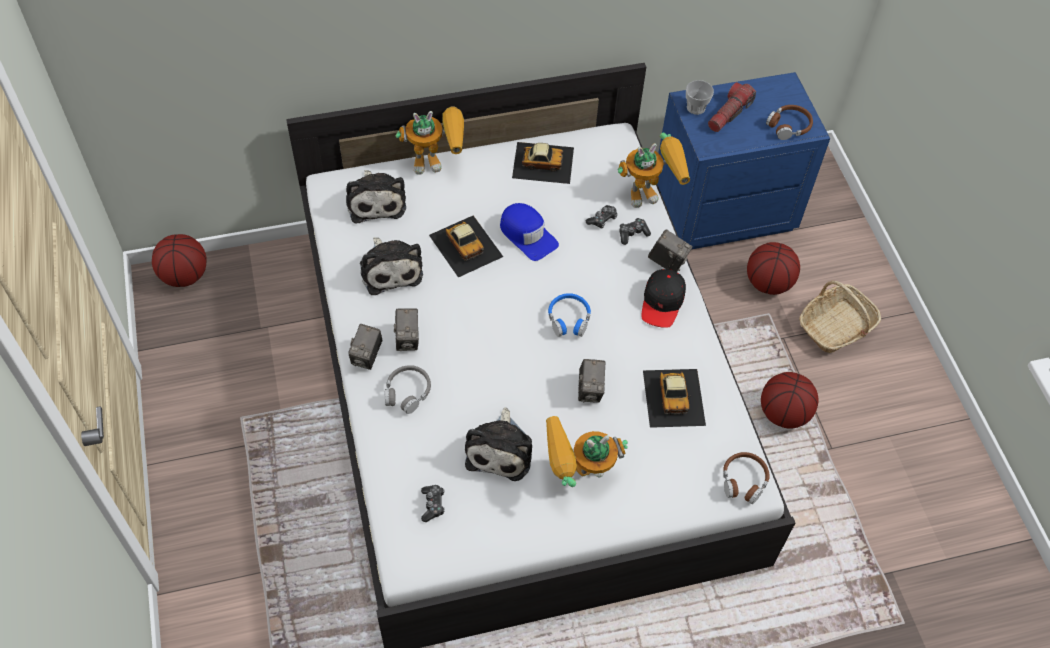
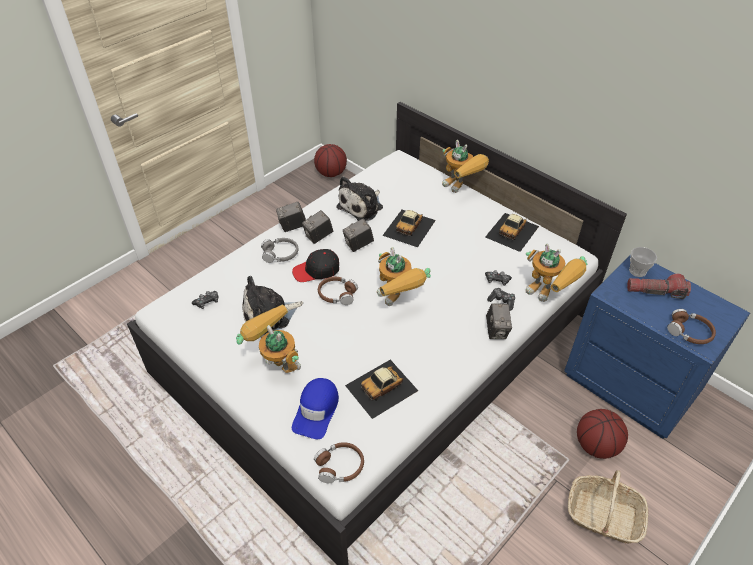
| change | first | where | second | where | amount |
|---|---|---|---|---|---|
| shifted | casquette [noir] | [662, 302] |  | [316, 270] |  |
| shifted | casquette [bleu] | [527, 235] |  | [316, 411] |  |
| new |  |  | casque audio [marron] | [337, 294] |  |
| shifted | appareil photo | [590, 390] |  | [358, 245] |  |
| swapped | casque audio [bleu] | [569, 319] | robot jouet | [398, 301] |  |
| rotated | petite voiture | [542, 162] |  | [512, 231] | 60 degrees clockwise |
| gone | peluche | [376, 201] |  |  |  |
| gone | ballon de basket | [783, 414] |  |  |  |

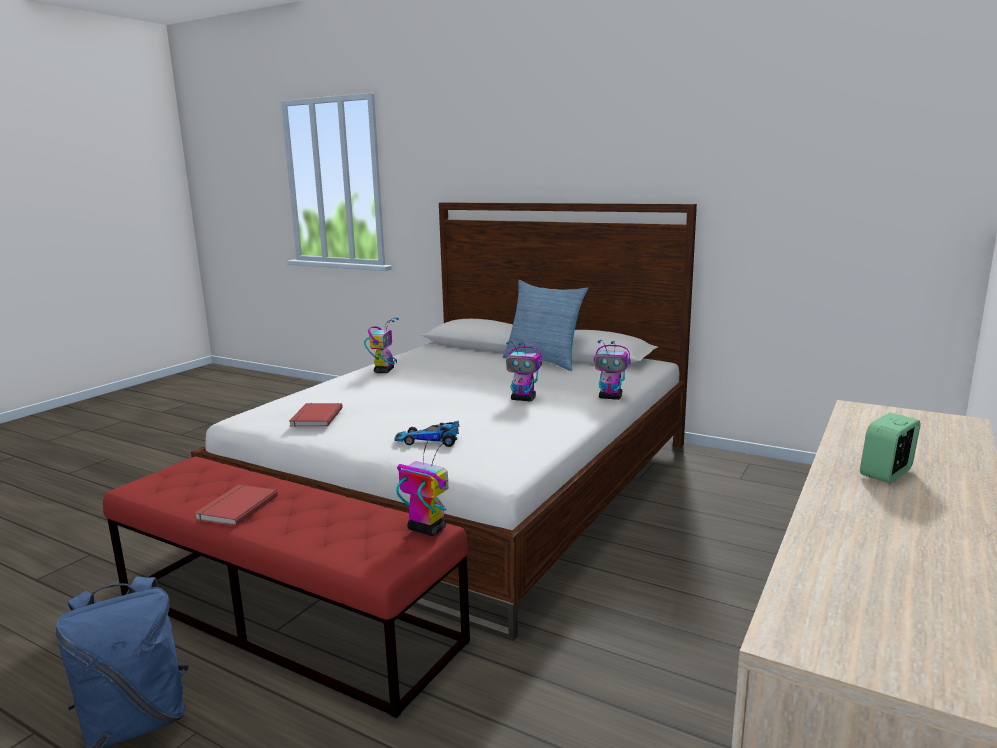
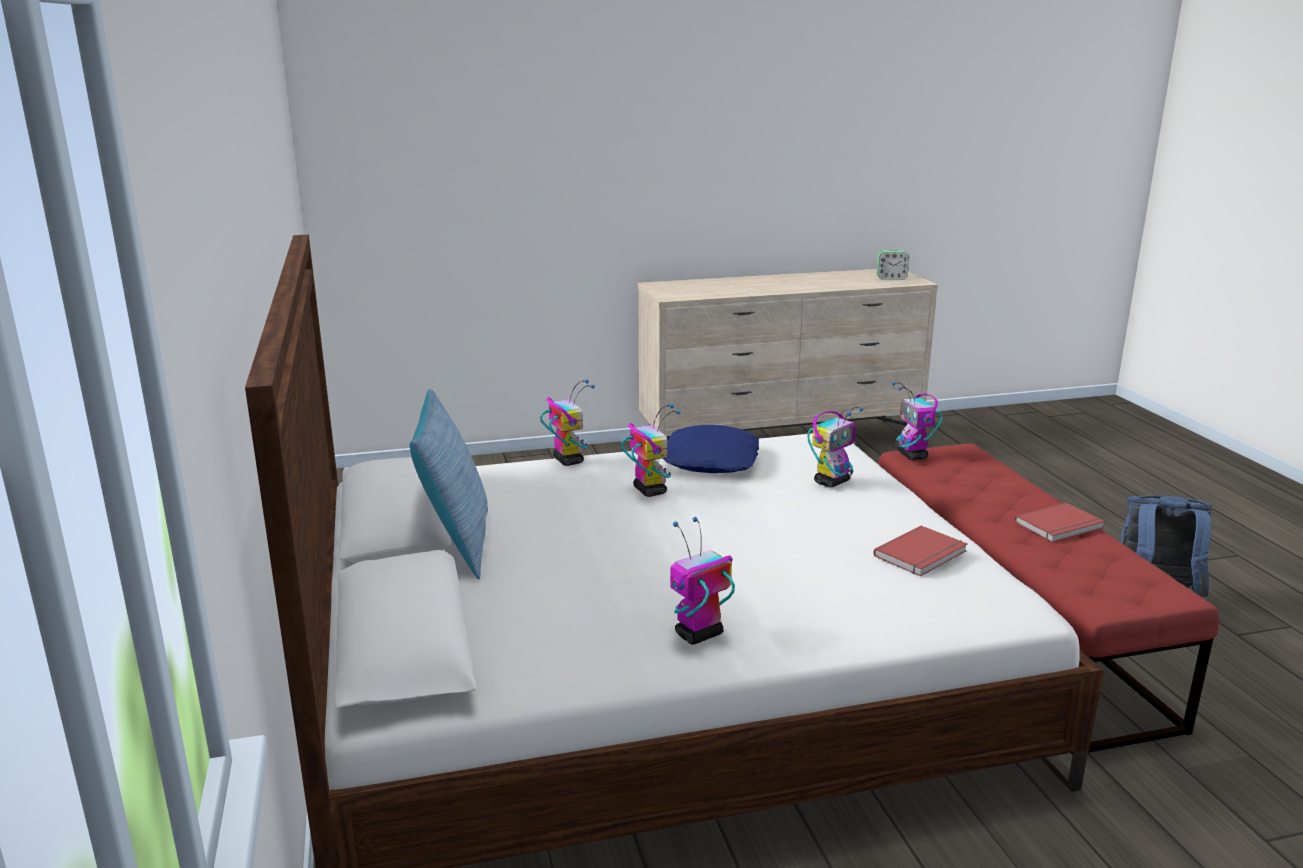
| change | first | where | second | where | amount |
|---|---|---|---|---|---|
| new |  |  | coussin [bleu] | [712, 461] |  |
| swapped | petite voiture | [429, 440] | robot jouet | [832, 482] |  |
| shifted | réveil | [886, 473] |  | [891, 278] |  |

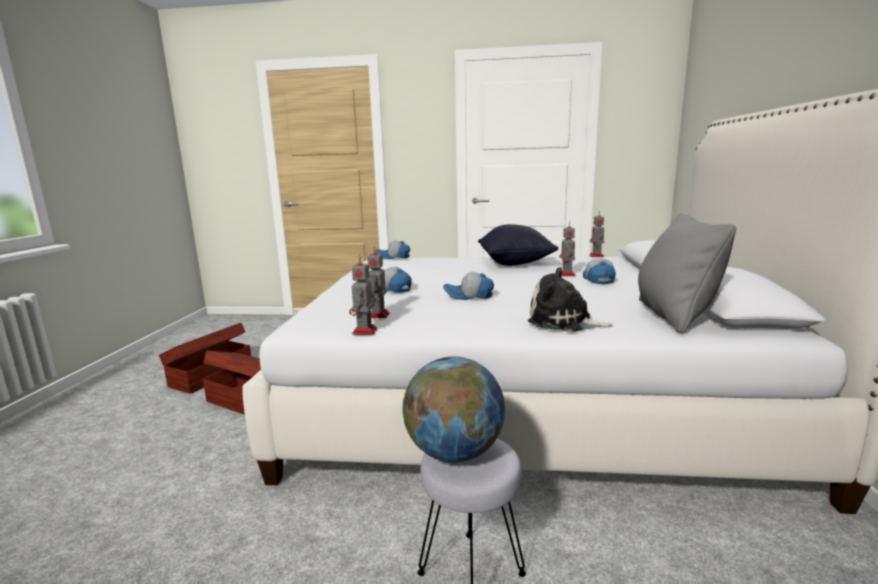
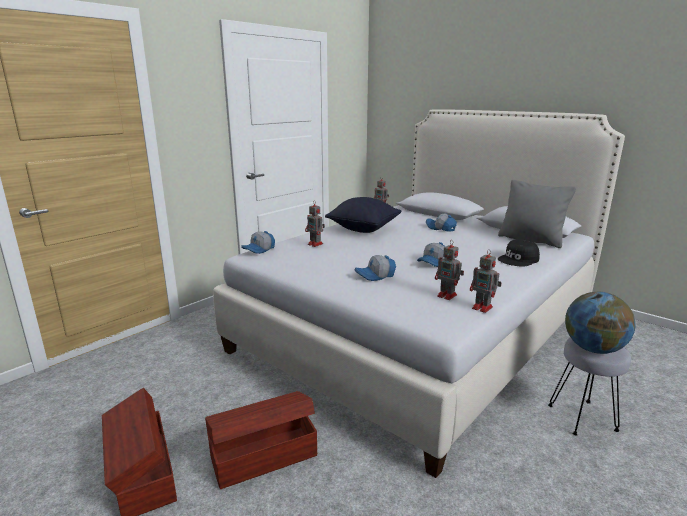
| change | first | where | second | where | amount |
|---|---|---|---|---|---|
| shifted | robot jouet | [567, 275] |  | [316, 244] |  |
| swapped | peluche | [564, 322] | casquette [noir] | [519, 259] |  |

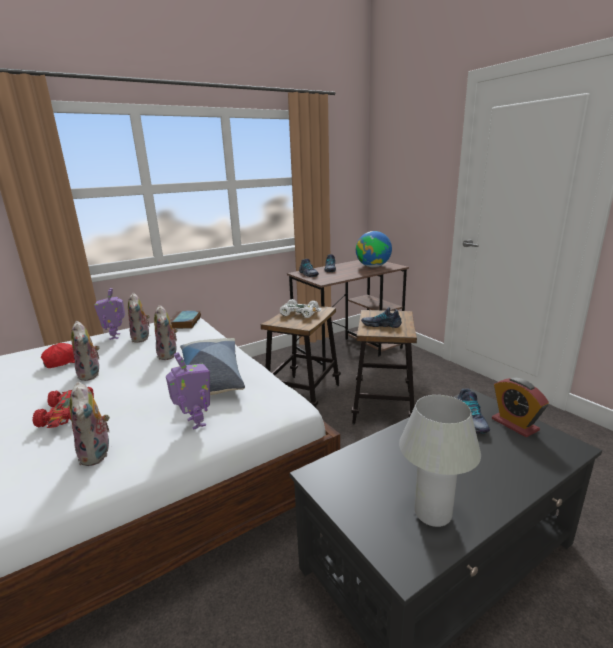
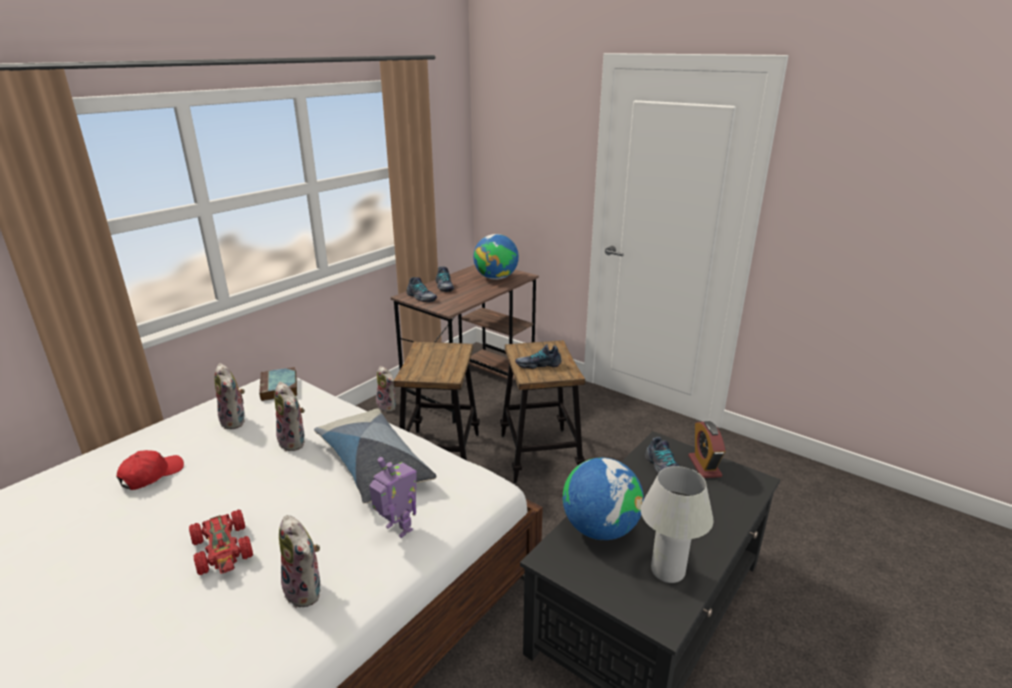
| change | first | where | second | where | amount |
|---|---|---|---|---|---|
| shifted | peluche | [91, 375] |  | [388, 406] |  |
| new |  |  | globe | [600, 529] |  |
| rotated | réveil | [514, 424] |  | [704, 466] | 45 degrees clockwise |
| gone | robot jouet | [116, 336] |  |  |  |
| gone | petite voiture [blanc] | [300, 313] |  |  |  |

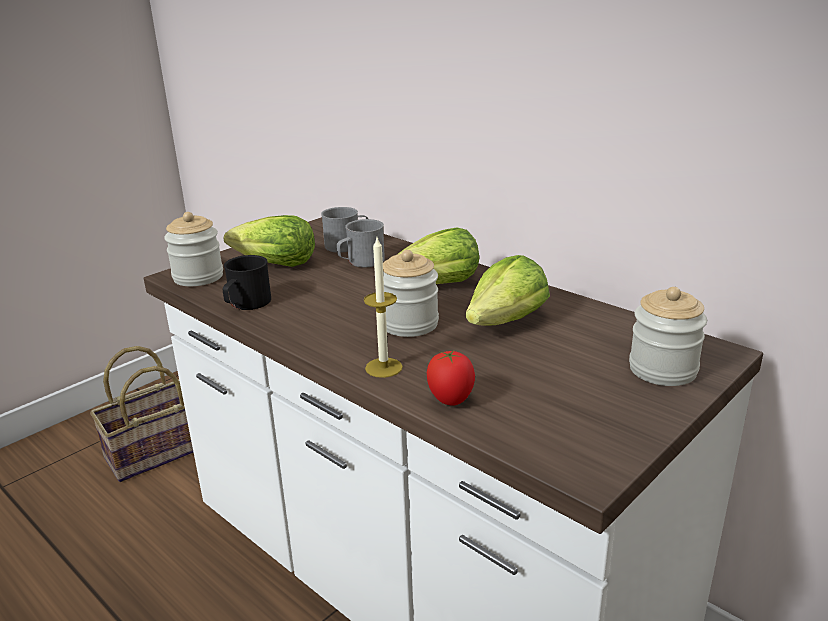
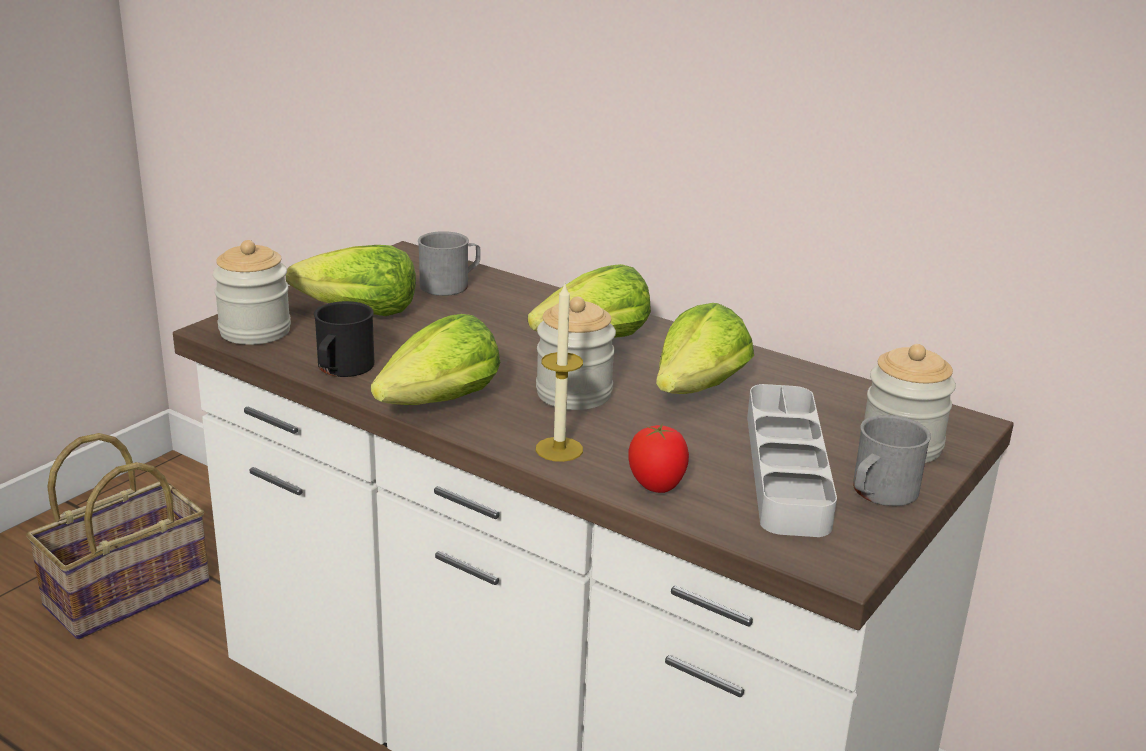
| change | first | where | second | where | amount |
|---|---|---|---|---|---|
| new |  |  | laitue | [441, 402] |  |
| new |  |  | plateau [gris] | [786, 468] |  |
| shifted | mug [gris] | [361, 262] |  | [879, 494] |  |

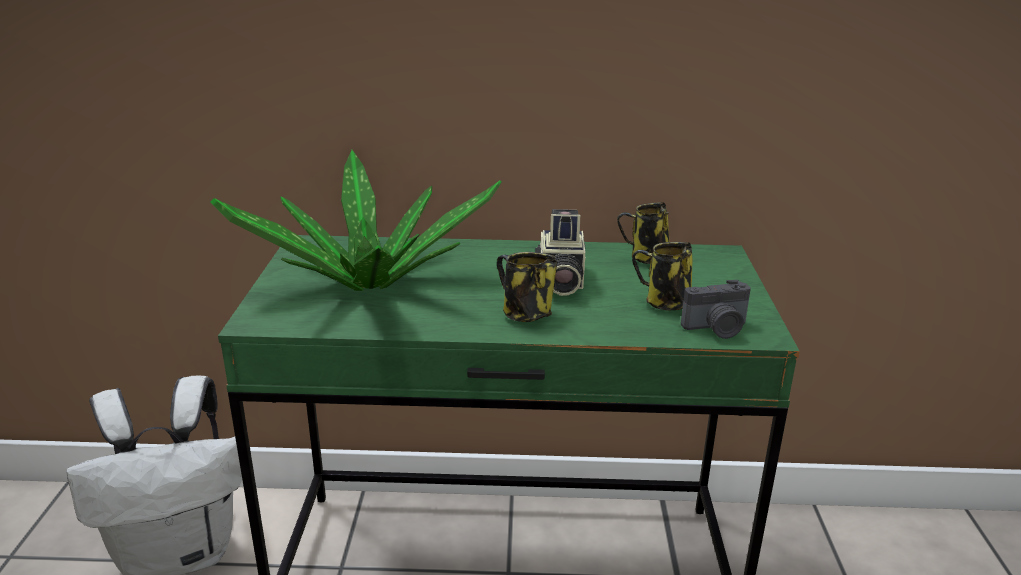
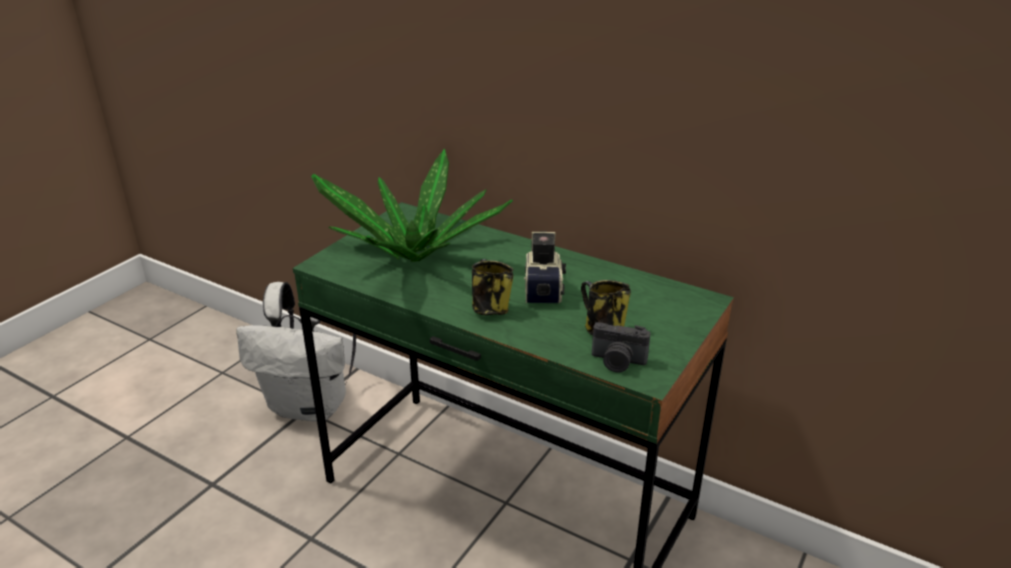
| change | first | where | second | where | amount |
|---|---|---|---|---|---|
| rotated | appareil photo | [559, 281] |  | [544, 289] | 150 degrees clockwise |
| gone | mug | [647, 259] |  |  |  |

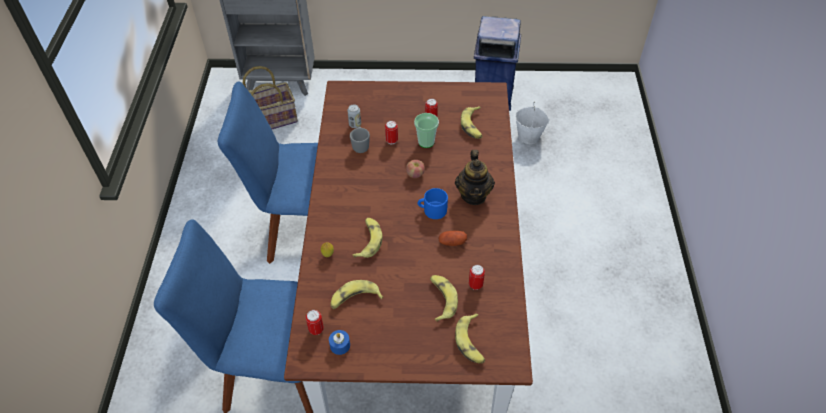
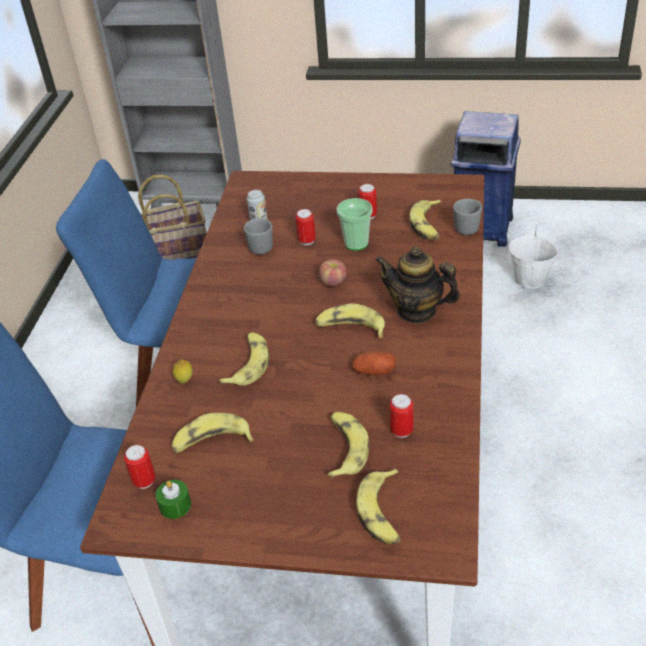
| change | first | where | second | where | amount |
|---|---|---|---|---|---|
| repainted | bougie [bleu] | [340, 345] | bougie [vert] | [175, 505] |  |
| swapped | mug [bleu] | [432, 210] | banane | [350, 328] |  |
| rotated | théière | [474, 195] |  | [416, 311] | 105 degrees clockwise |
| new |  |  | mug [gris] | [469, 227] |  |

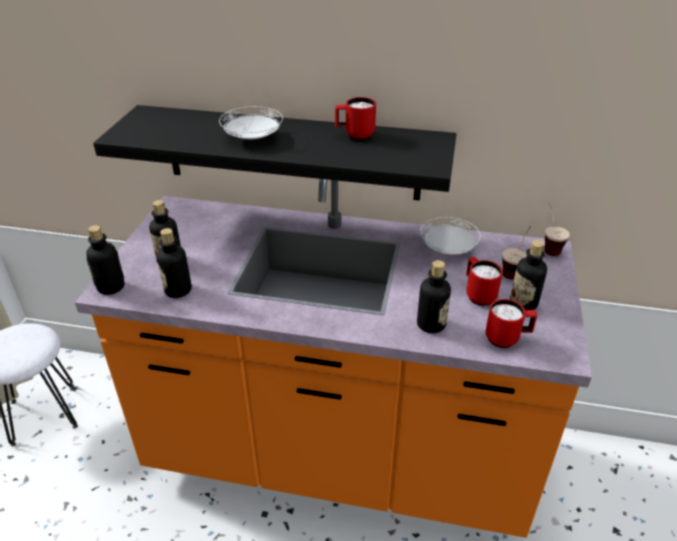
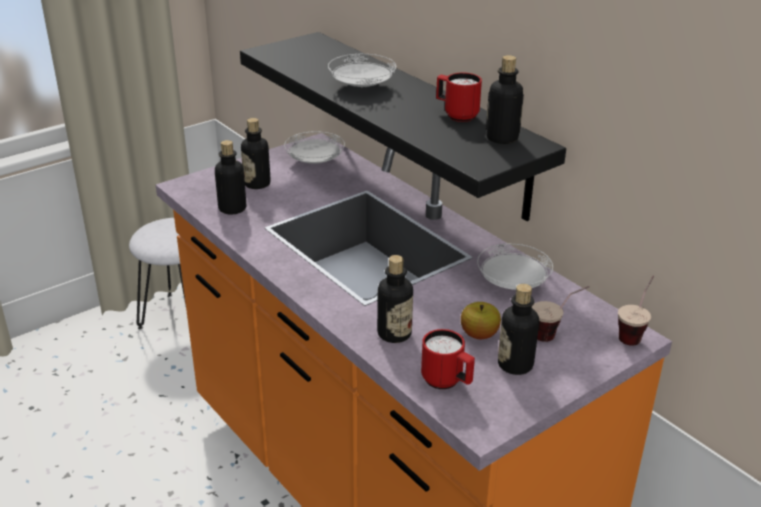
| change | first | where | second | where | amount |
|---|---|---|---|---|---|
| new |  |  | assiette [blanc] | [314, 162] |  |
| swapped | mug [rouge] | [478, 294] | pomme | [479, 334] |  |
| shifted | bouteille | [111, 287] |  | [502, 138] |  |

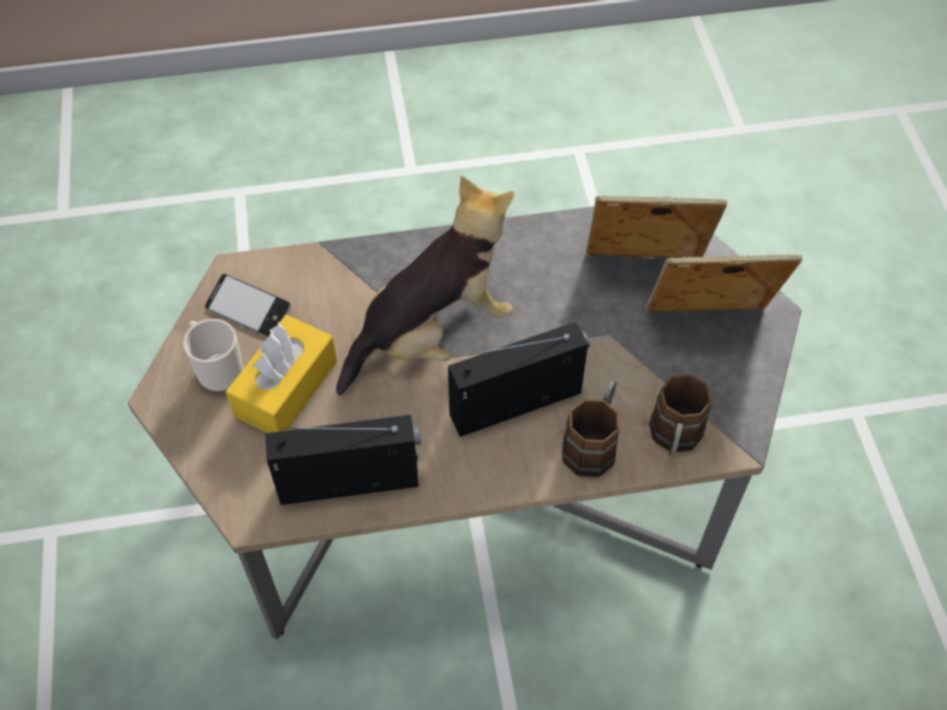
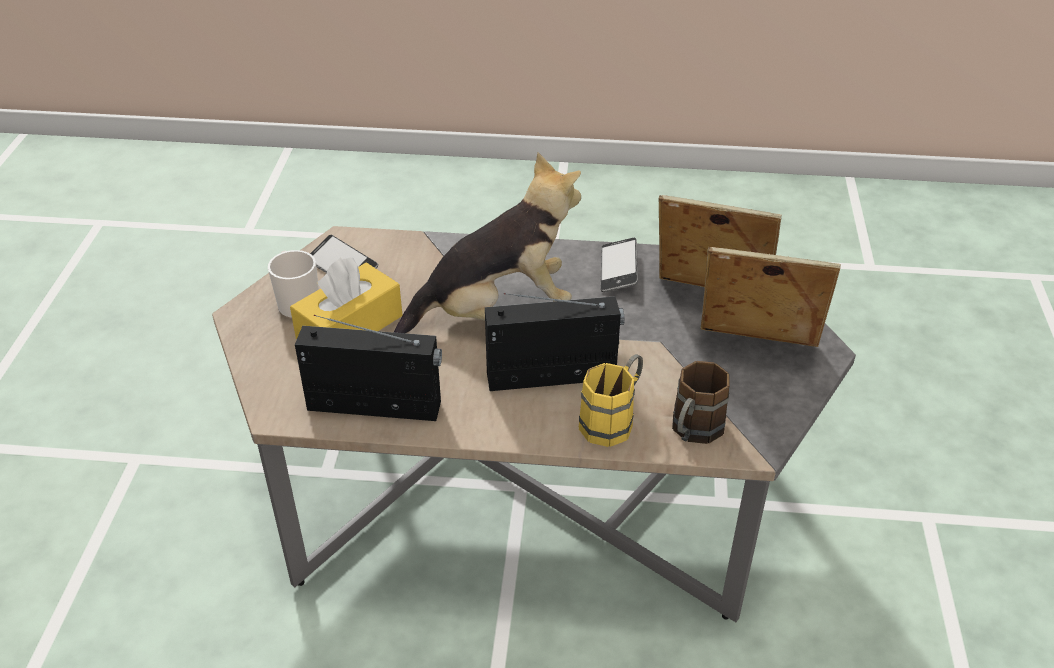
| change | first | where | second | where | amount |
|---|---|---|---|---|---|
| repainted | mug [marron] | [593, 442] | mug [jaune] | [613, 419] |  |
| new |  |  | téléphone | [618, 270] |  |

